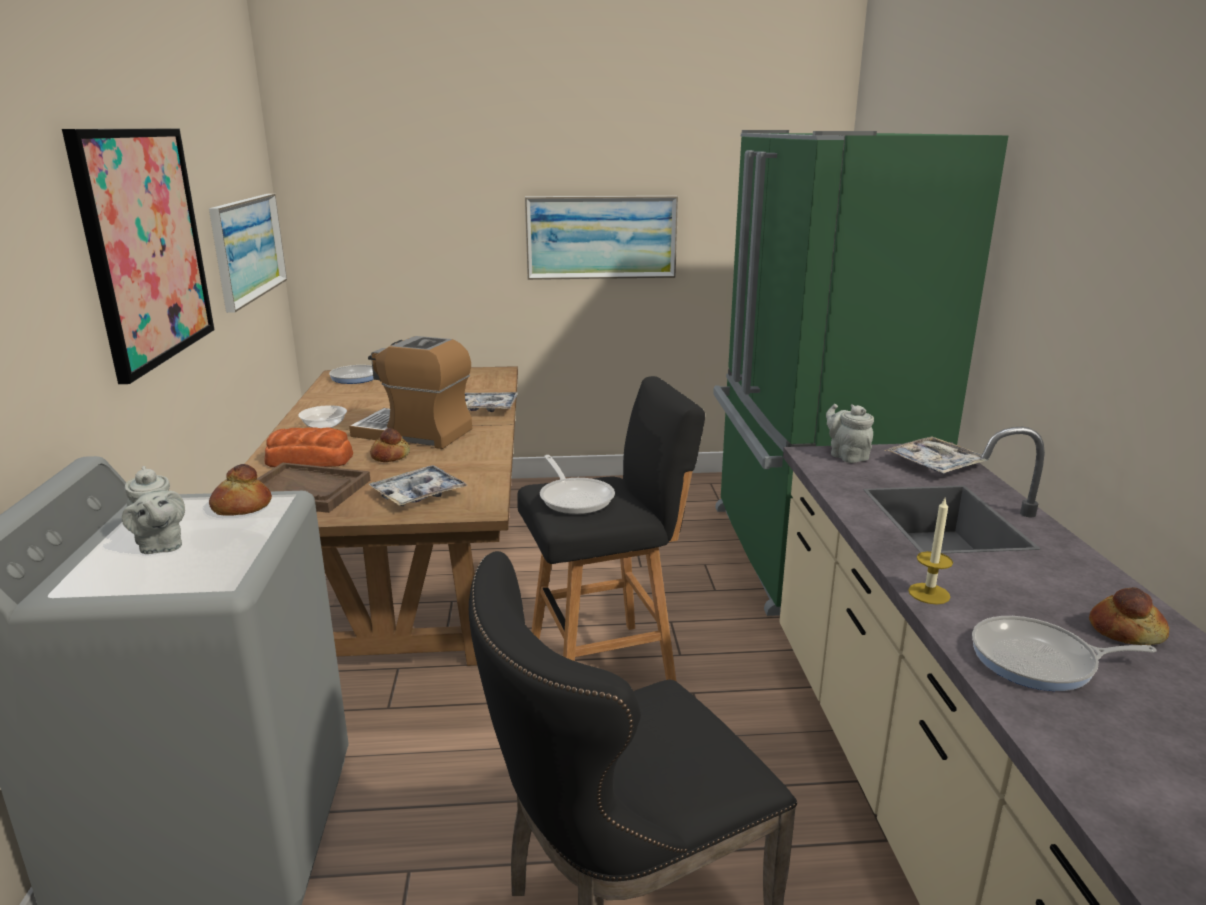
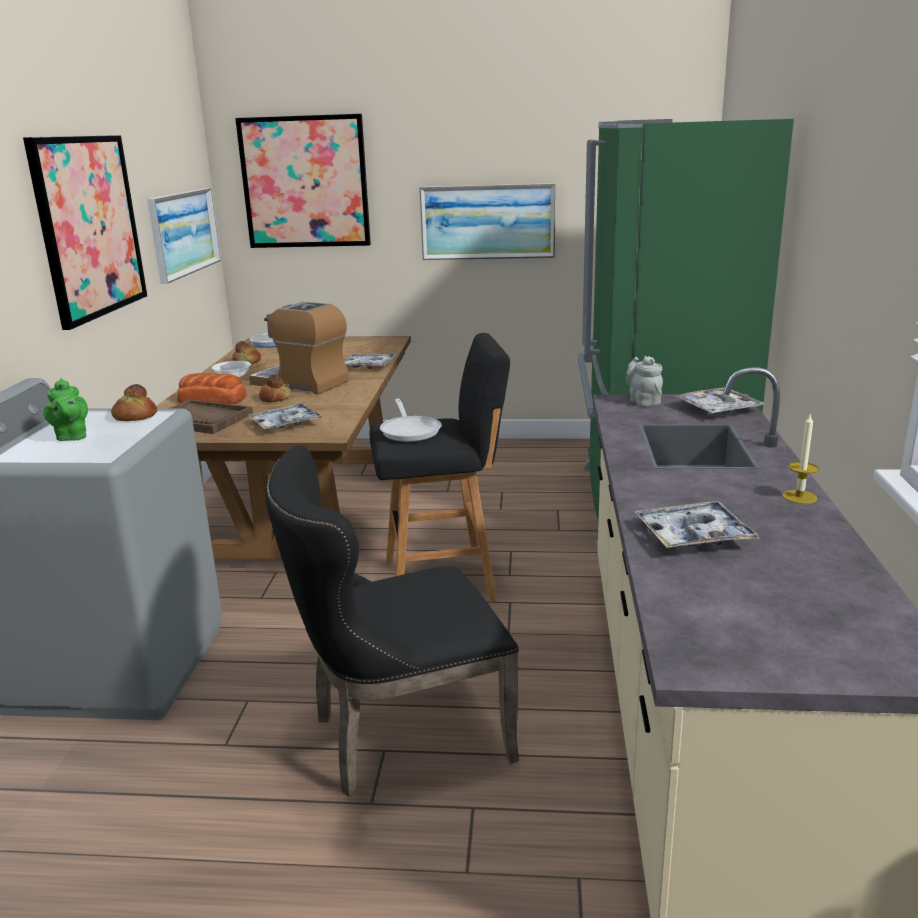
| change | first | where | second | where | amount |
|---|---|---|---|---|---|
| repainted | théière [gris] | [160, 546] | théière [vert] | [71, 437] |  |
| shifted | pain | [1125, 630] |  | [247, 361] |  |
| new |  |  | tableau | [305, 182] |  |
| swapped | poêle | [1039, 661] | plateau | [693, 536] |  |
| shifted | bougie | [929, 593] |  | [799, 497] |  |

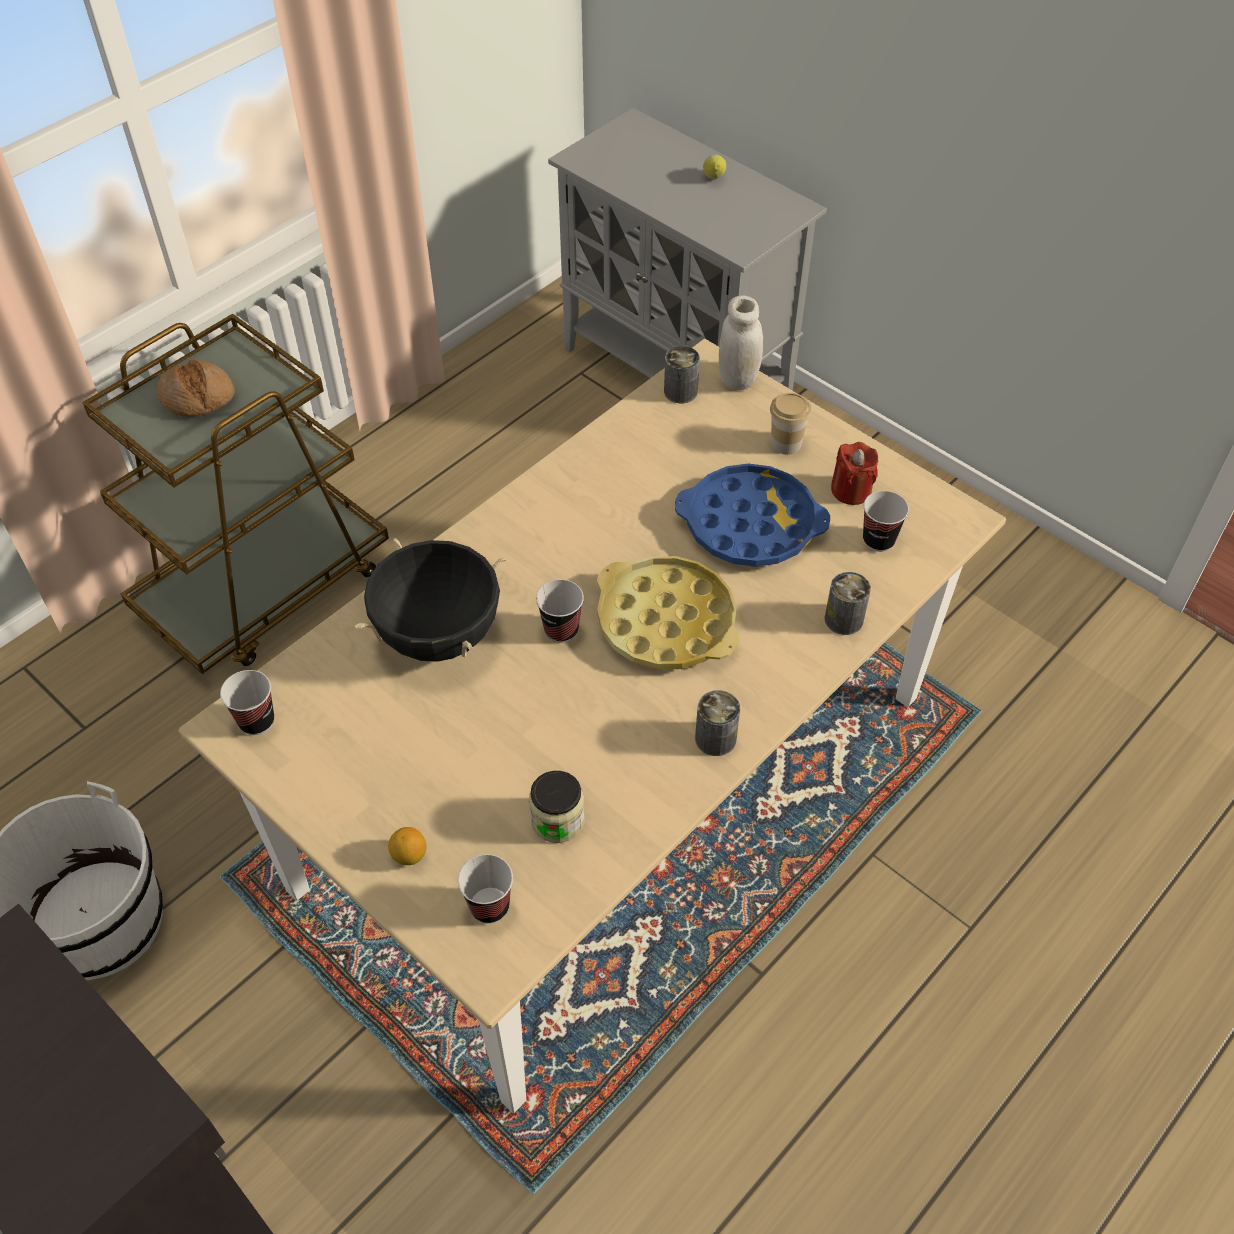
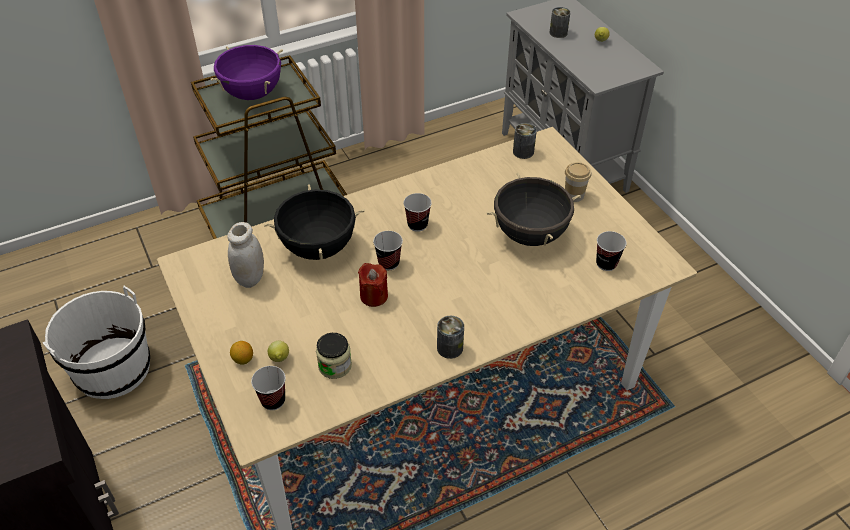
| change | first | where | second | where | amount |
|---|---|---|---|---|---|
| swapped | pain | [197, 397] | marmite [violet] | [252, 94] |  |
| shifted | bocal [blanc] | [737, 378] |  | [250, 278] |  |
| new |  |  | citron | [280, 359] |  |
| shifted | bougie [rouge] | [851, 490] |  | [374, 296] |  |
| shifted | tasse | [256, 721] |  | [417, 225] |  |
| swapped | plateau [bleu] | [750, 524] | marmite [noir] | [530, 234] |  |
| shifted | boîte métallique | [843, 619] |  | [558, 33] |  |
| gone | plateau [jaune] | [666, 621] |  |  |  |

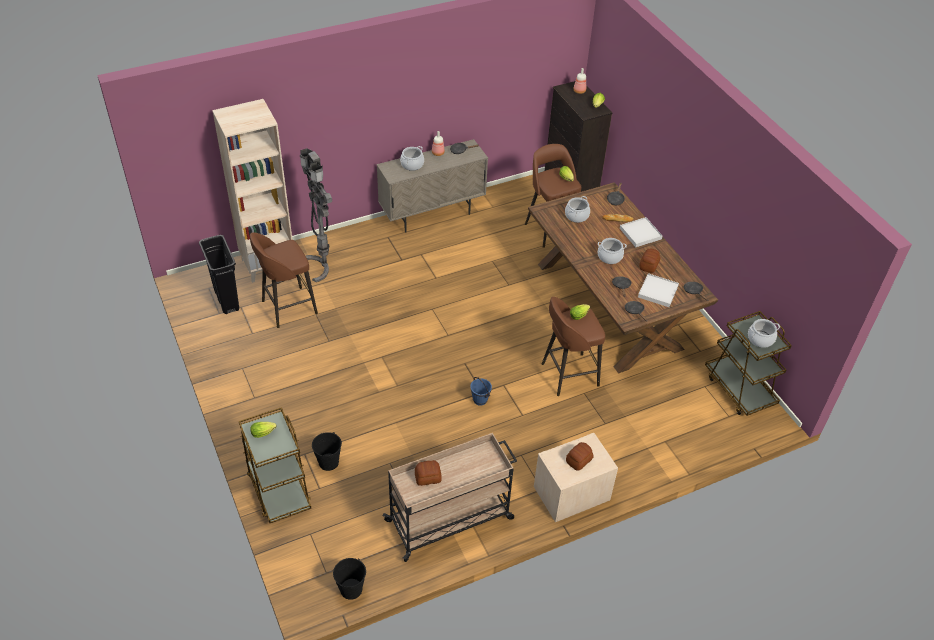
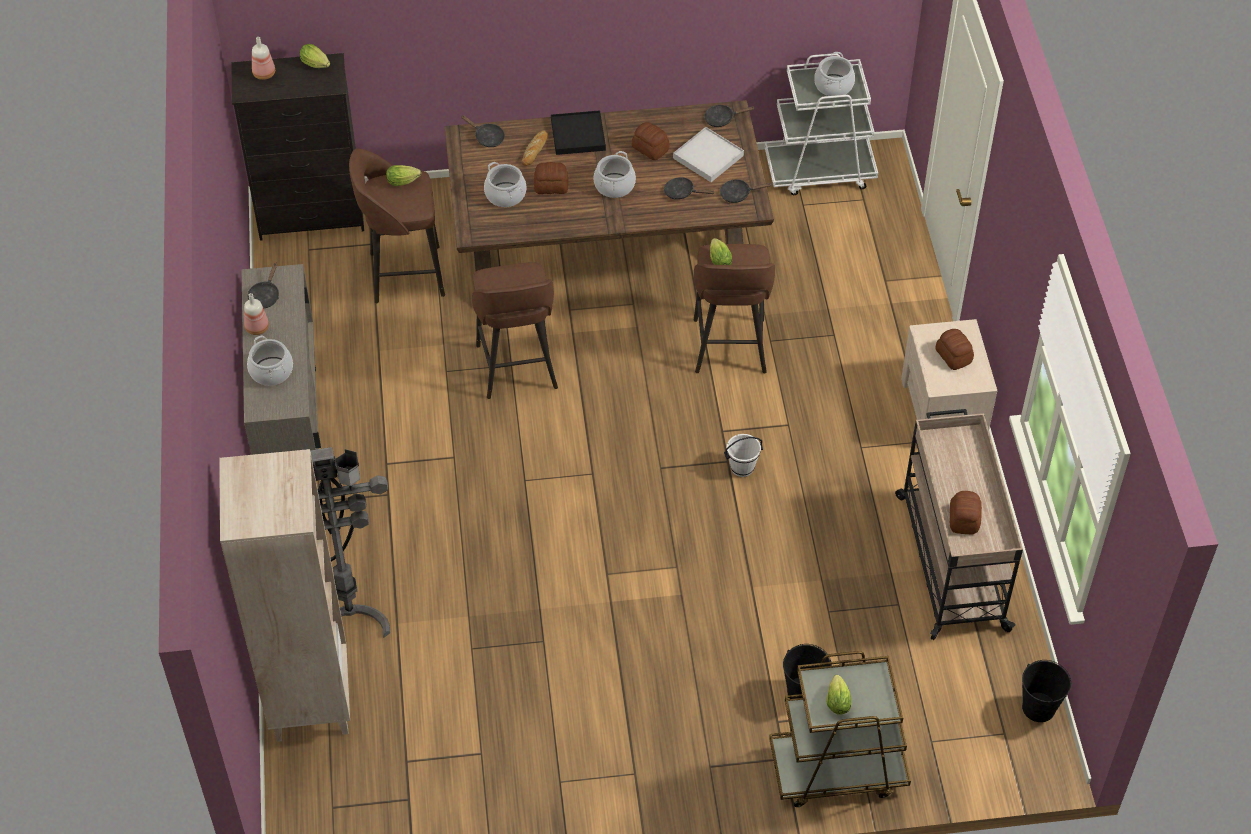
| change | first | where | second | where | amount |
|---|---|---|---|---|---|
| shifted | tabouret [marron] | [287, 308] |  | [517, 369] |  |
| new |  |  | pain | [551, 186] |  |
| repainted | plateau [blanc] | [640, 233] | plateau [noir] | [578, 135] |  |
| repainted | seau [bleu] | [479, 400] | seau [blanc] | [742, 468] |  |
| repainted | chariot [marron] | [739, 389] | chariot [blanc] | [820, 171] |  |
| gone | poubelle [noir] | [226, 300] |  |  |  |

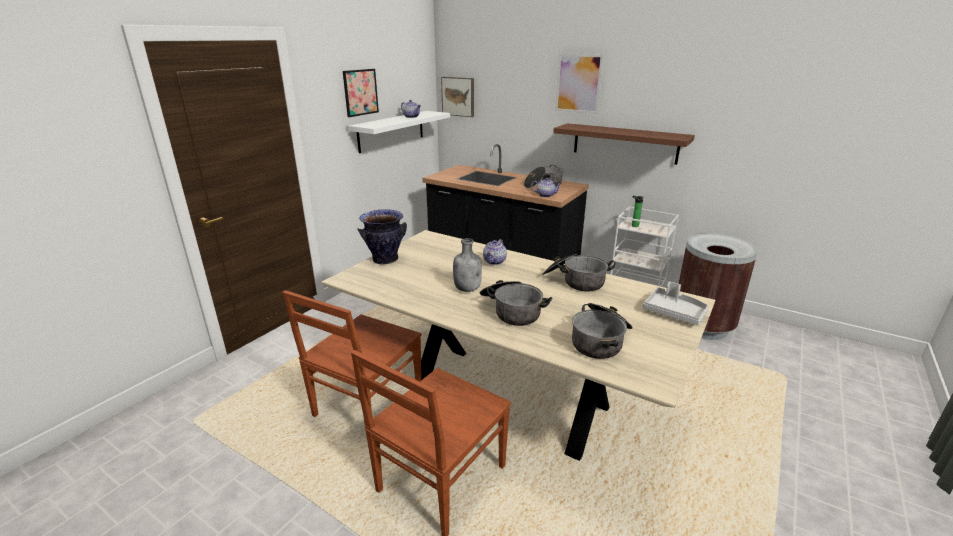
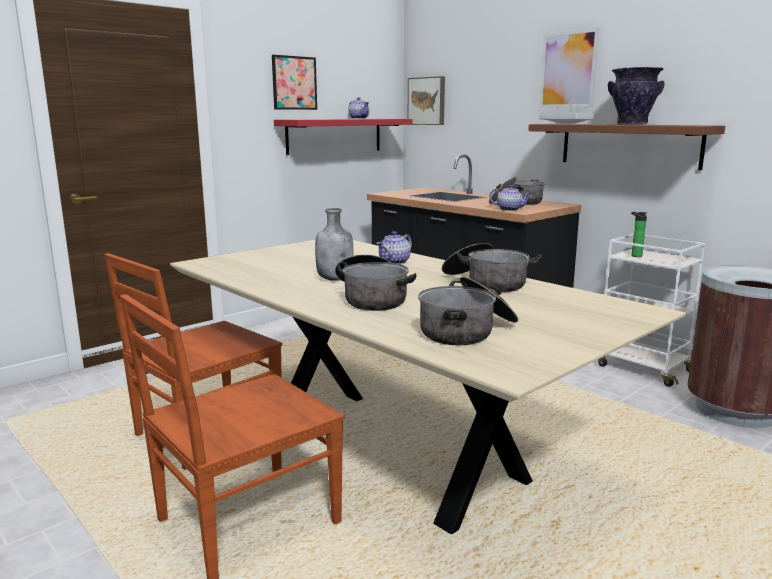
| change | first | where | second | where | amount |
|---|---|---|---|---|---|
| repainted | étagère [blanc] | [391, 131] | étagère [rouge] | [334, 135] |  |
| shifted | plateau [gris] | [674, 312] |  | [566, 123] |  |
| shifted | vase | [385, 259] |  | [631, 124] |  |

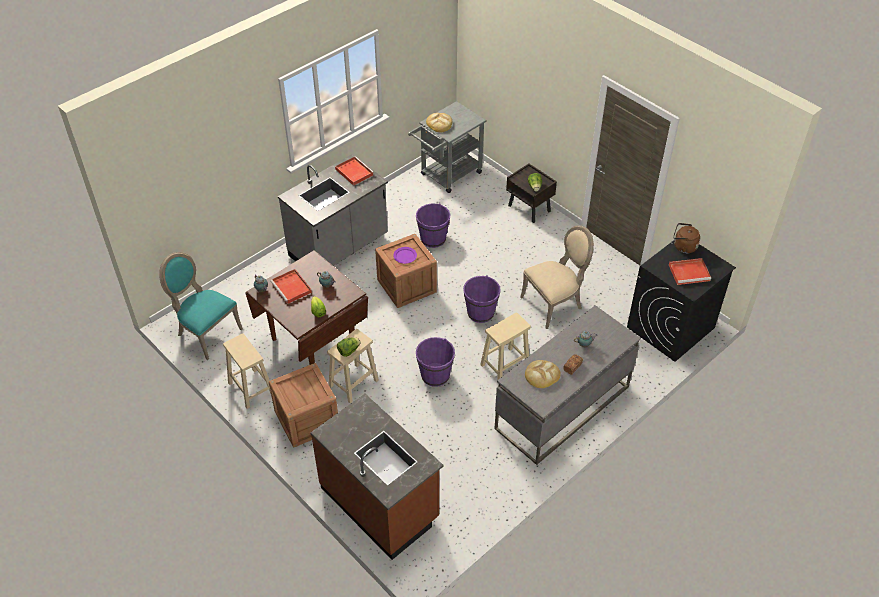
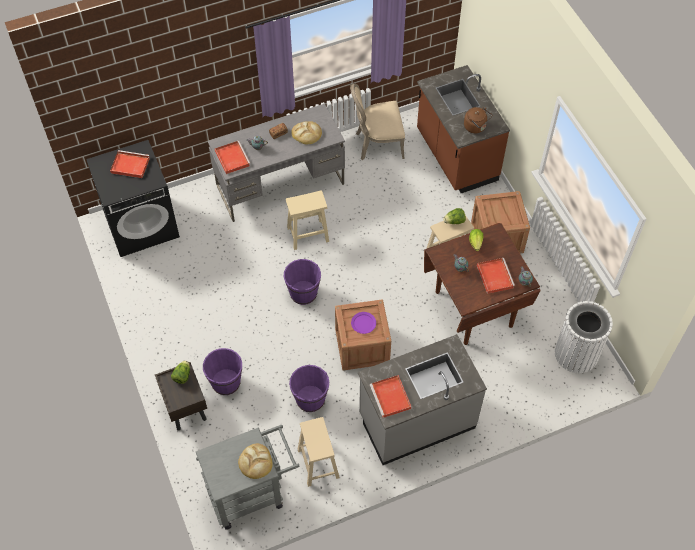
| change | first | where | second | where | amount |
|---|---|---|---|---|---|
| shifted | seau [violet] | [435, 375] |  | [226, 382] |  |
| new |  |  | plateau [rouge] | [231, 158] |  |
| shifted | tabouret [beige] | [250, 388] |  | [318, 464] |  |
| shifted | chaise [beige] | [554, 303] |  | [377, 144] |  |
| shifted | bouilloire [marron] | [683, 246] |  | [476, 127] |  |
| swapped | chaise [turquoise] | [206, 332] | poubelle [blanc] | [576, 354] |  |

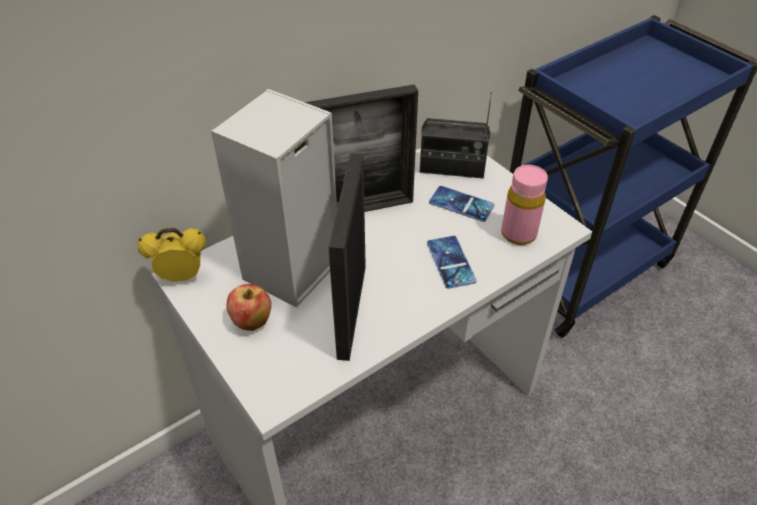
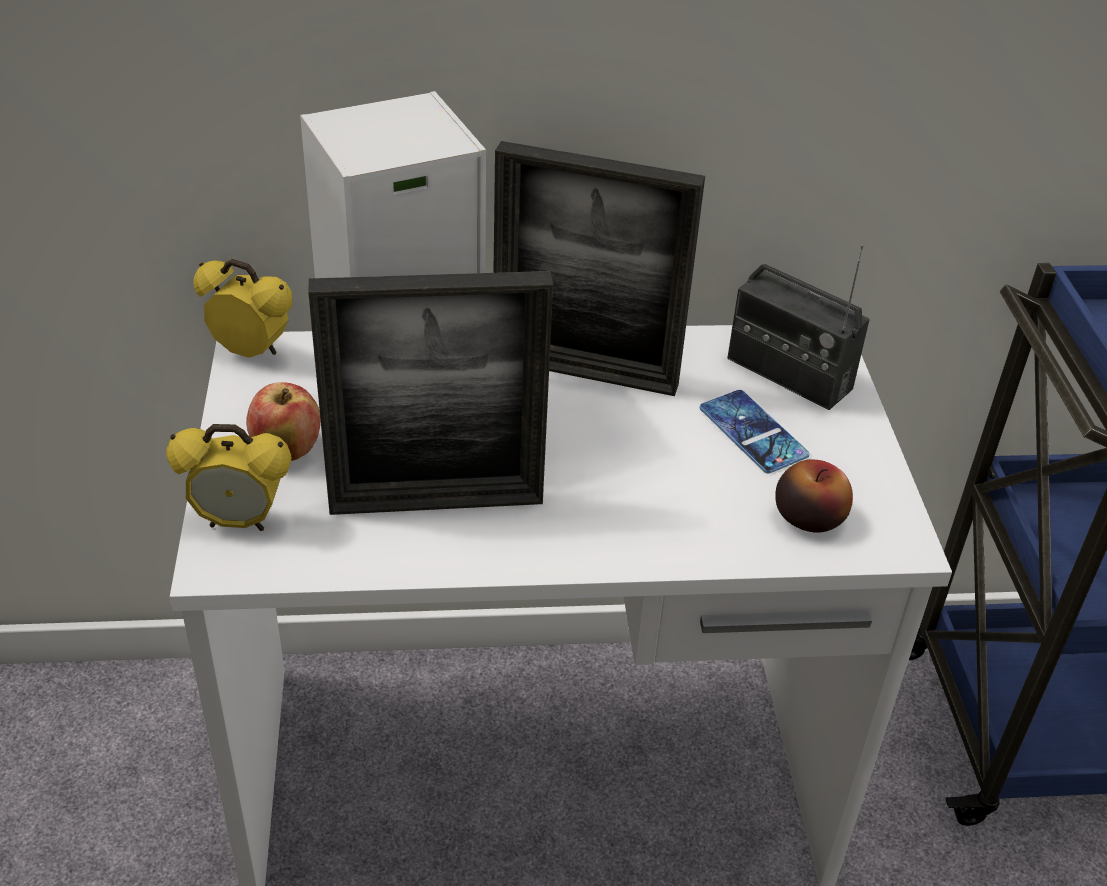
| change | first | where | second | where | amount |
|---|---|---|---|---|---|
| new |  |  | réveil | [239, 522] |  |
| rotated | cadre photo | [352, 310] |  | [436, 502] | 135 degrees counterclockwise |
| swapped | bouteille [rose] | [518, 234] | pomme | [809, 517] |  |
| gone | téléphone | [451, 262] |  |  |  |

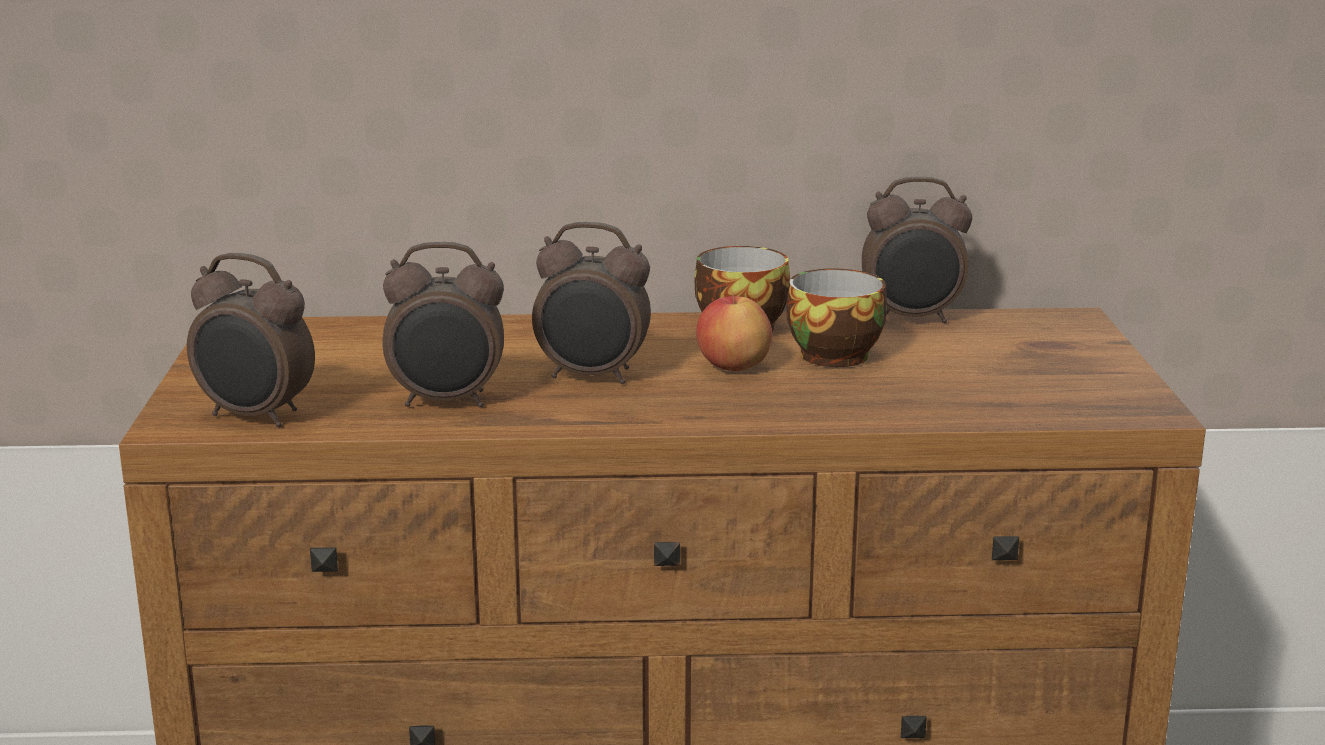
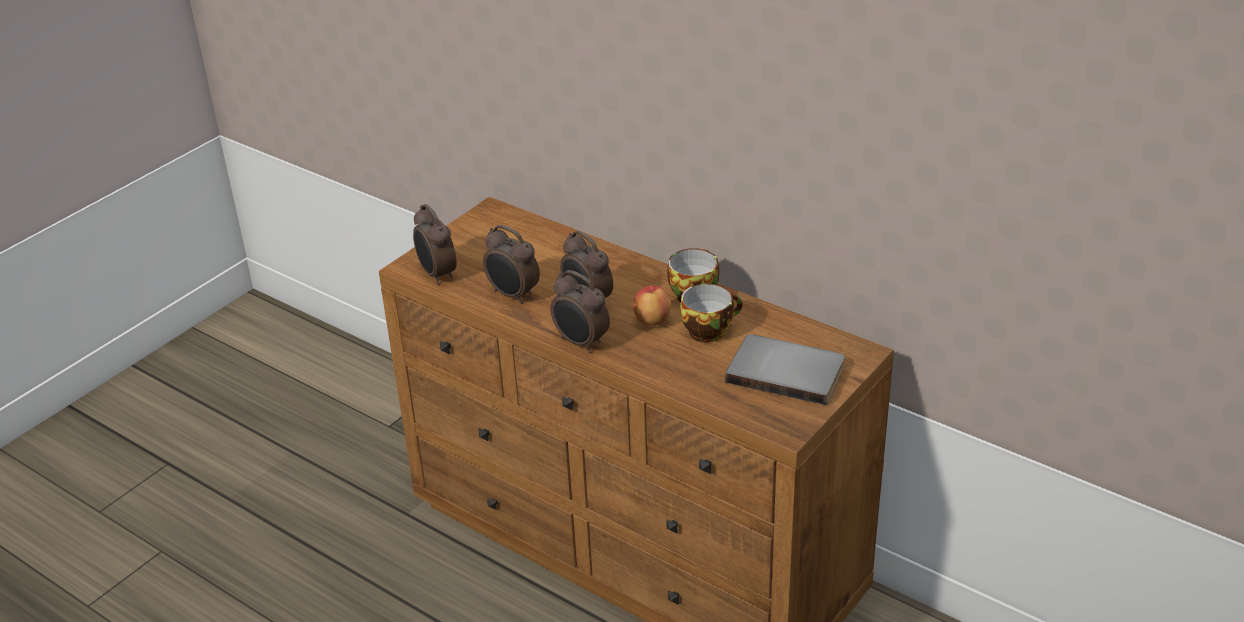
| change | first | where | second | where | amount |
|---|---|---|---|---|---|
| shifted | réveil | [912, 319] |  | [580, 343] |  |
| new |  |  | livre [gris] | [786, 371] |  |

